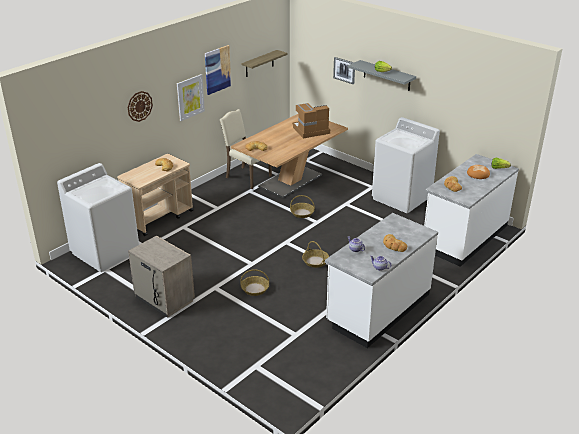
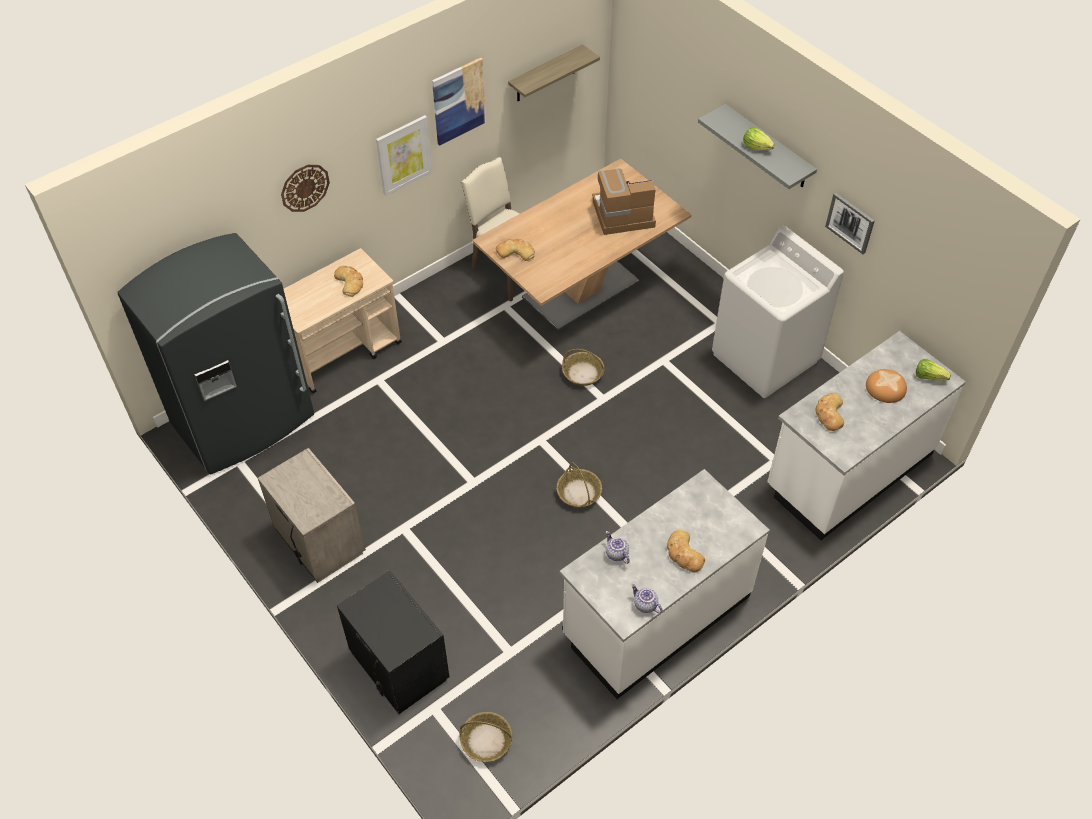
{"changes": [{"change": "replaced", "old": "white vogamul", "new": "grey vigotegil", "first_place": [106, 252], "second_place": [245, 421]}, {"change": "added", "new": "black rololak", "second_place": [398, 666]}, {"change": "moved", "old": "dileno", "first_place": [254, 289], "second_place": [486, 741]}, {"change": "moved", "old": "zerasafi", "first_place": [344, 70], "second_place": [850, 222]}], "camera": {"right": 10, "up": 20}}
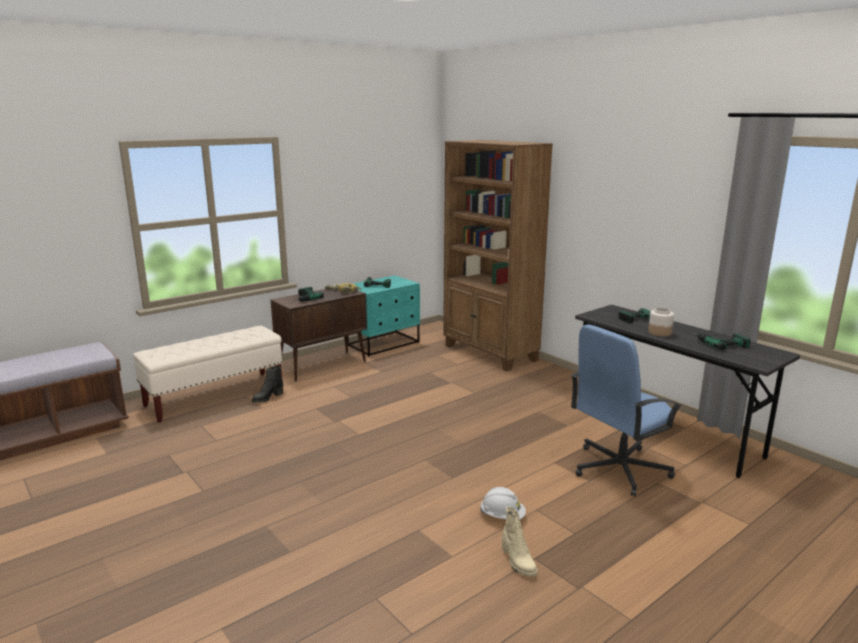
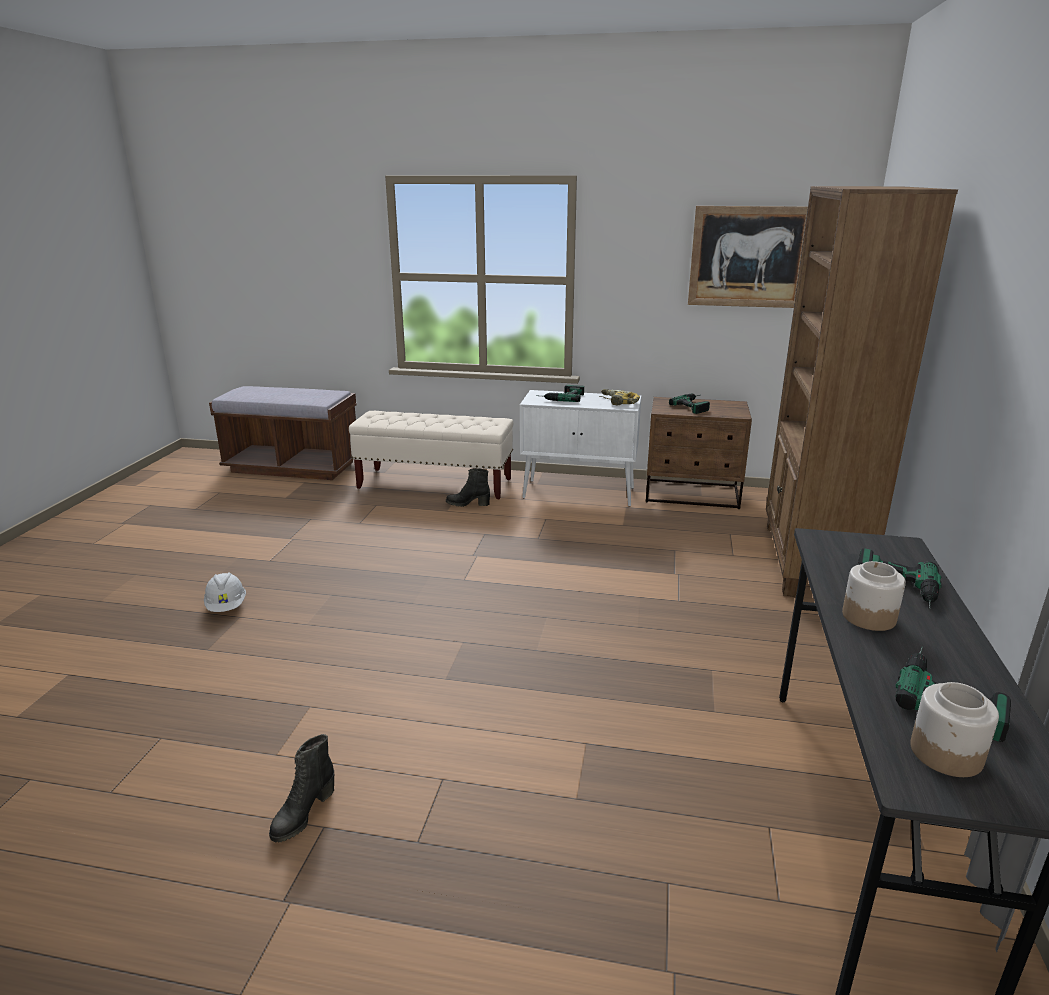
{"changes": [{"change": "moved", "old": "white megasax", "first_place": [502, 516], "second_place": [227, 606]}, {"change": "recoloured", "old": "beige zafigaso", "new": "black zafigaso", "first_place": [517, 562], "second_place": [303, 814]}, {"change": "recoloured", "old": "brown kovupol", "new": "white kovupol", "first_place": [323, 365], "second_place": [580, 493]}, {"change": "recoloured", "old": "turquoise rololak", "new": "brown rololak", "first_place": [384, 344], "second_place": [692, 495]}, {"change": "added", "new": "zerasafi", "second_place": [748, 257]}, {"change": "added", "new": "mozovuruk", "second_place": [947, 754]}, {"change": "removed", "old": "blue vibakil", "first_place": [619, 469]}], "camera": {"right": 50, "up": 5}}
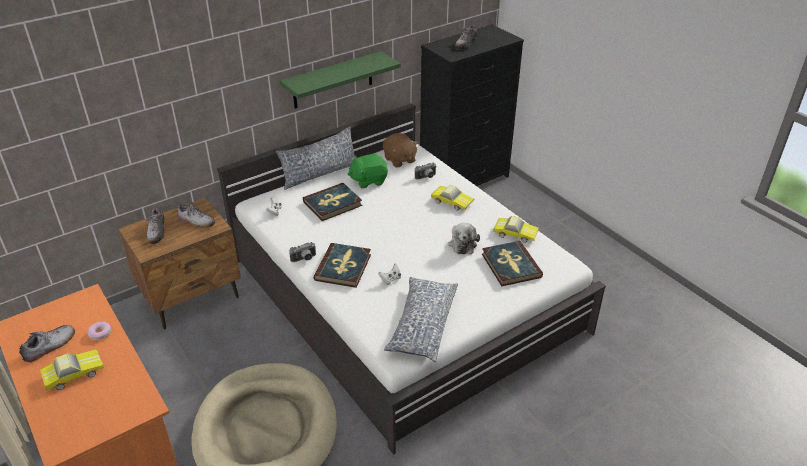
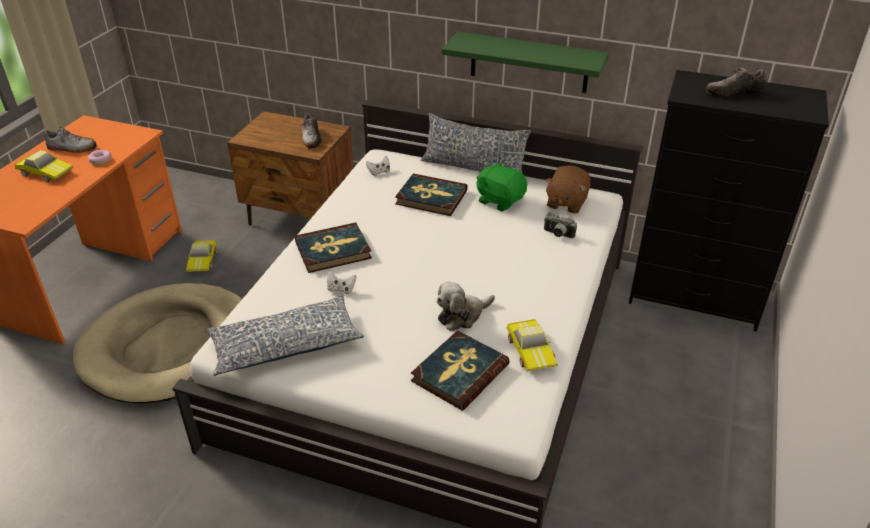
{"changes": [{"change": "moved", "old": "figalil", "first_place": [452, 201], "second_place": [203, 260]}, {"change": "removed", "old": "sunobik", "first_place": [157, 231]}, {"change": "removed", "old": "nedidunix", "first_place": [304, 259]}], "camera": {"right": 55, "up": 0}}
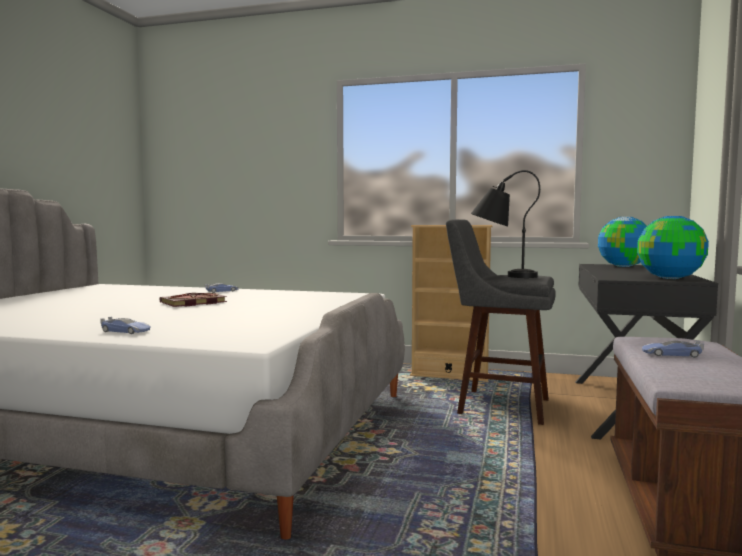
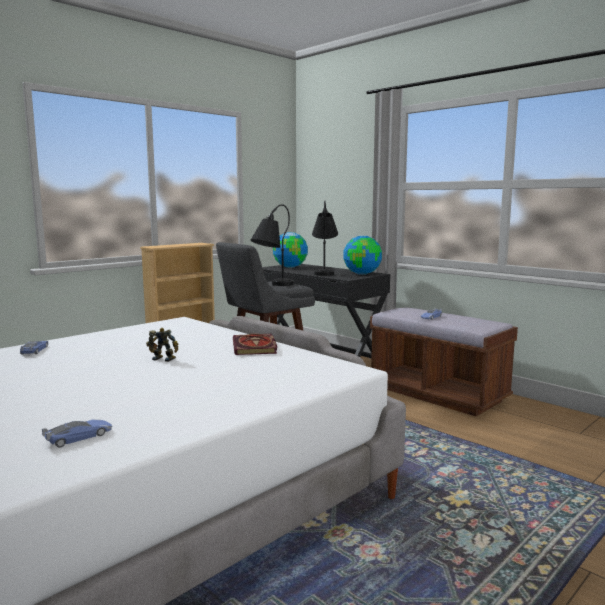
{"changes": [{"change": "moved", "old": "figalil", "first_place": [126, 331], "second_place": [79, 437]}, {"change": "added", "new": "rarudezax", "second_place": [164, 358]}, {"change": "moved", "old": "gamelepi", "first_place": [192, 303], "second_place": [255, 347]}, {"change": "added", "new": "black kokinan", "second_place": [325, 272]}], "camera": {"right": -60, "up": 5}}
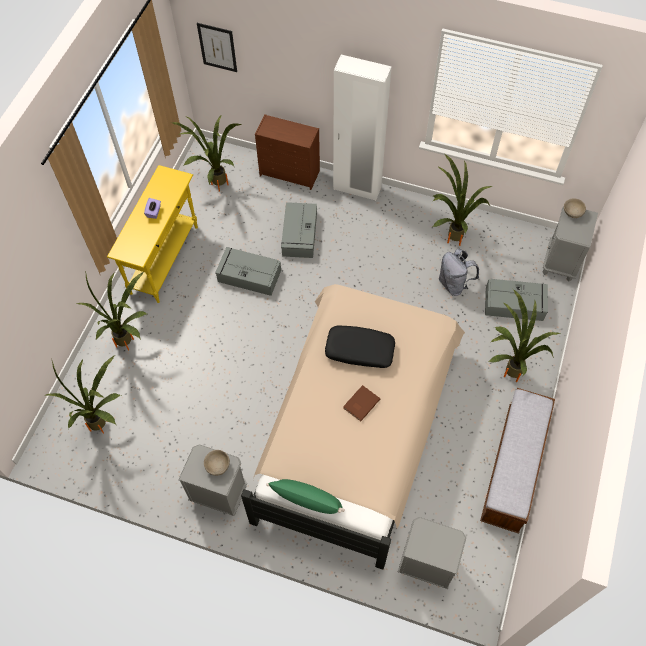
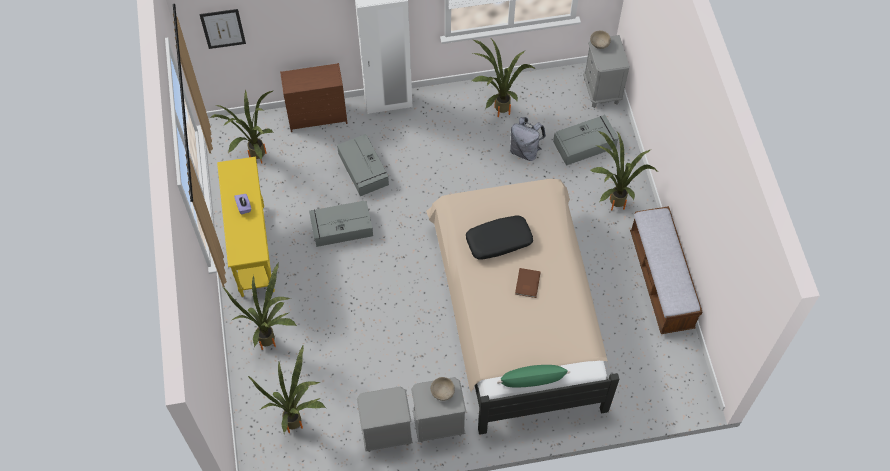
{"changes": [{"change": "moved", "old": "grey rololak", "first_place": [426, 564], "second_place": [386, 433]}], "camera": {"right": -30, "up": 0}}
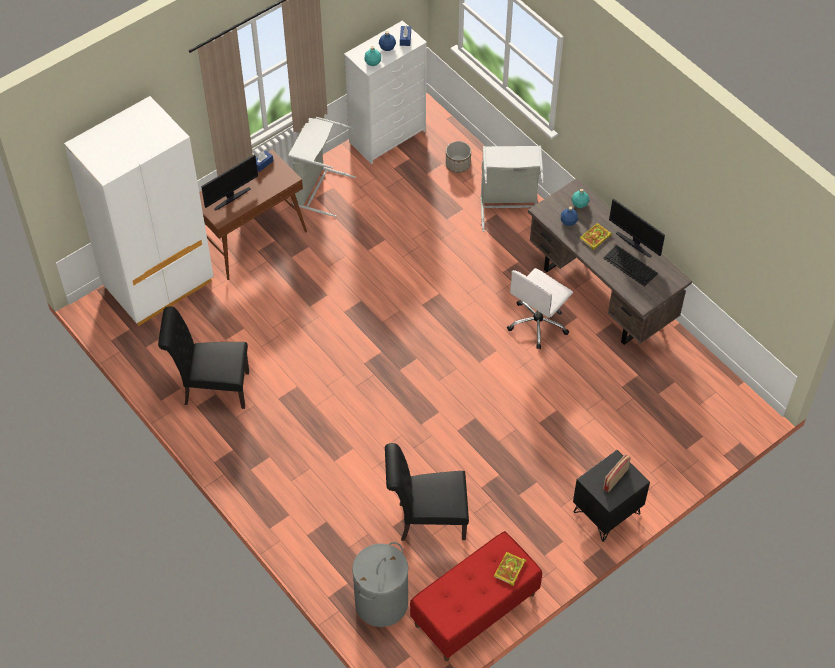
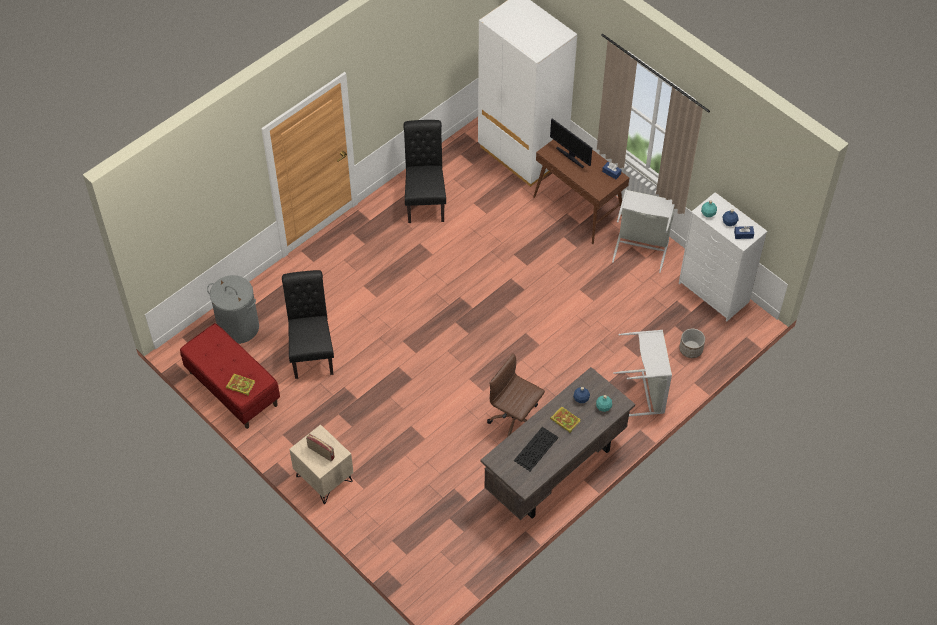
{"changes": [{"change": "recoloured", "old": "black rololak", "new": "beige rololak", "first_place": [607, 513], "second_place": [323, 479]}, {"change": "recoloured", "old": "white vibakil", "new": "brown vibakil", "first_place": [538, 323], "second_place": [515, 421]}, {"change": "removed", "old": "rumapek", "first_place": [634, 244]}], "camera": {"right": 85, "up": 0}}
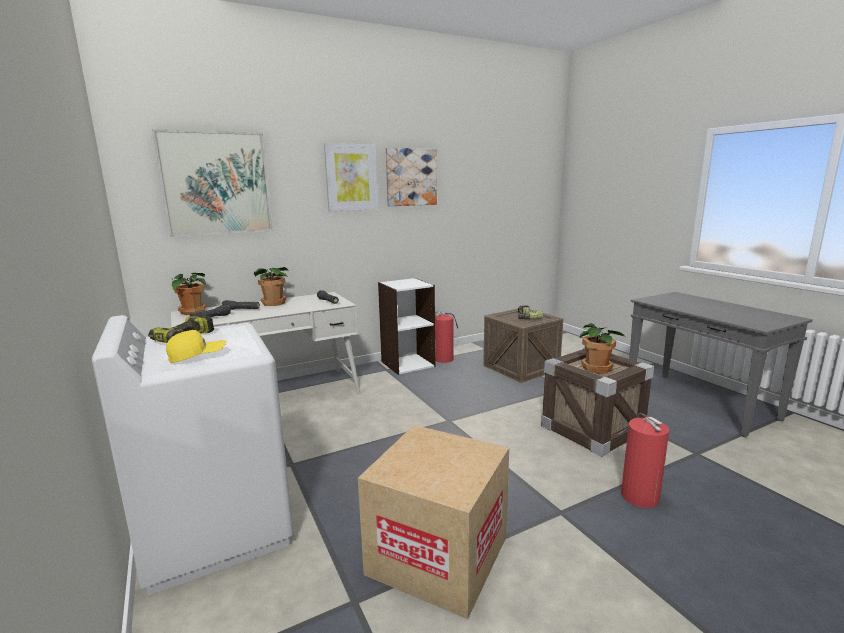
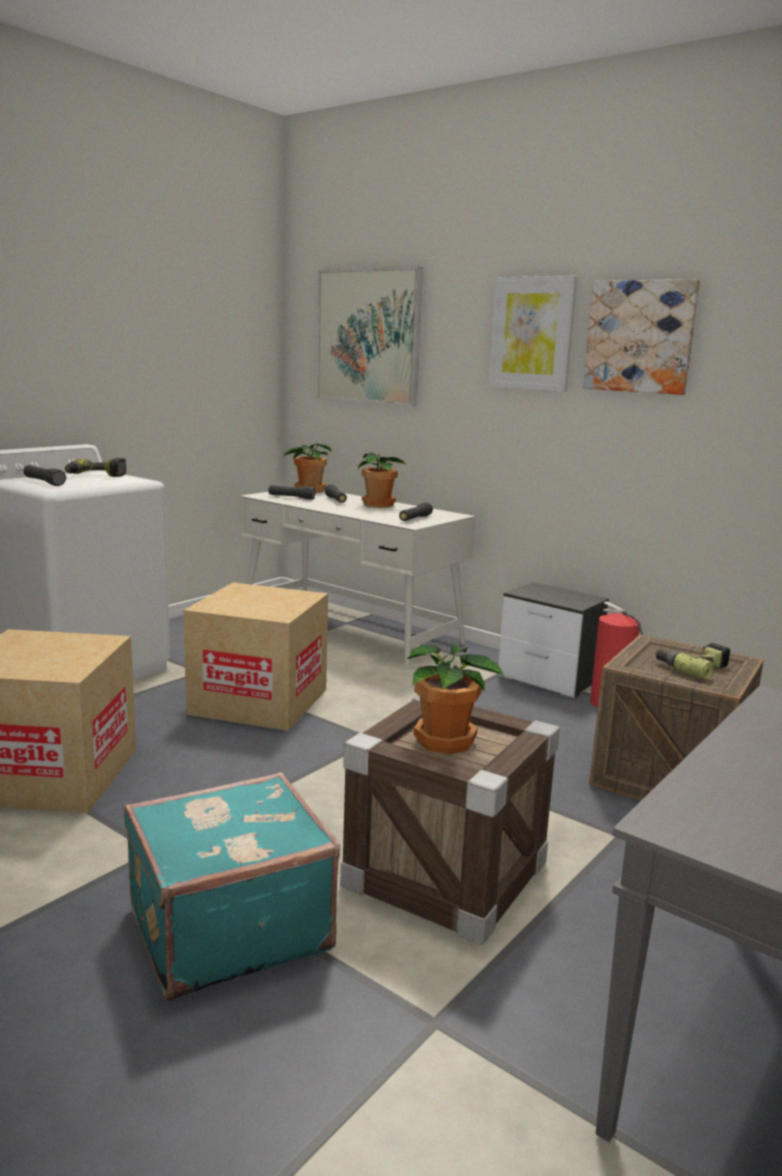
{"changes": [{"change": "replaced", "old": "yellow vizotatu", "new": "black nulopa", "first_place": [197, 356], "second_place": [44, 482]}, {"change": "replaced", "old": "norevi", "new": "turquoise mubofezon", "first_place": [639, 495], "second_place": [227, 927]}, {"change": "added", "new": "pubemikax", "second_place": [259, 701]}, {"change": "replaced", "old": "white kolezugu", "new": "rololak", "first_place": [407, 364], "second_place": [549, 680]}], "camera": {"right": 65, "up": 0}}
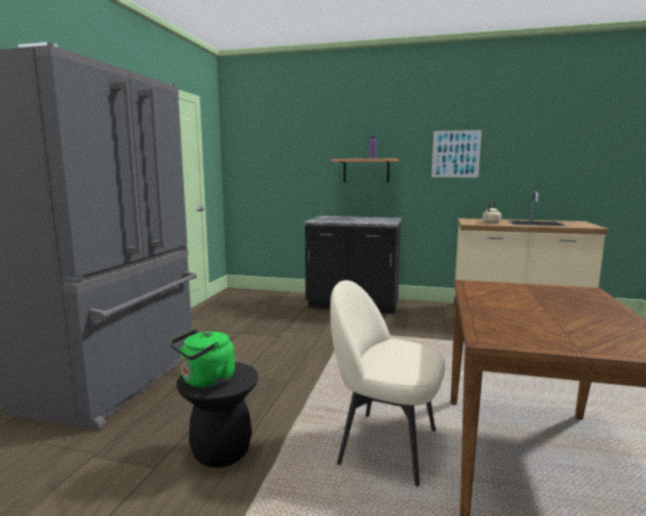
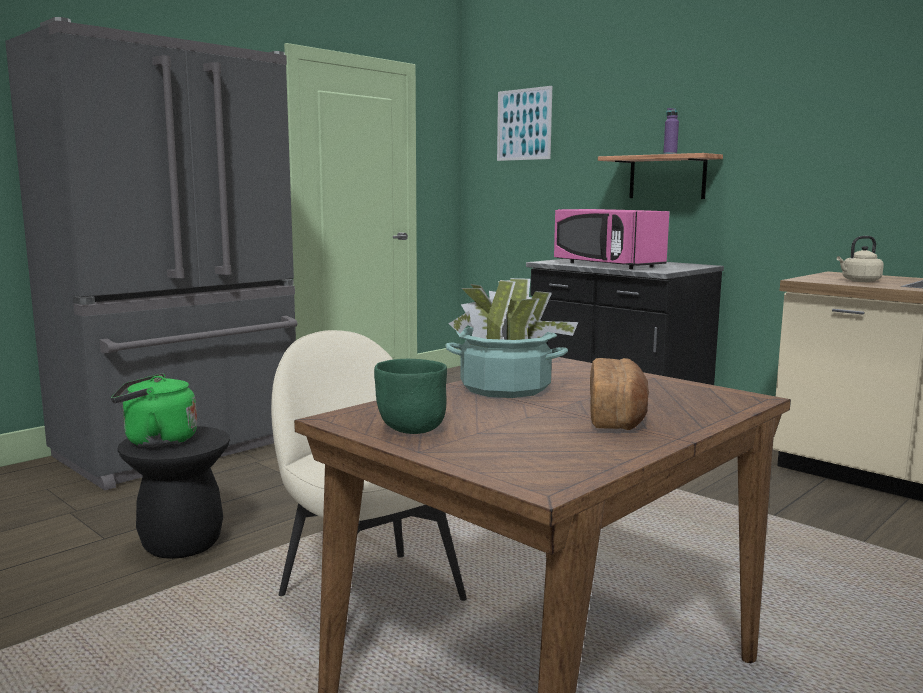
{"changes": [{"change": "added", "new": "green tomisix", "second_place": [411, 430]}, {"change": "added", "new": "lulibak", "second_place": [505, 388]}, {"change": "moved", "old": "zerasafi", "first_place": [456, 154], "second_place": [524, 124]}, {"change": "added", "new": "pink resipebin", "second_place": [605, 265]}, {"change": "added", "new": "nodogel", "second_place": [617, 416]}], "camera": {"right": 30, "up": 0}}
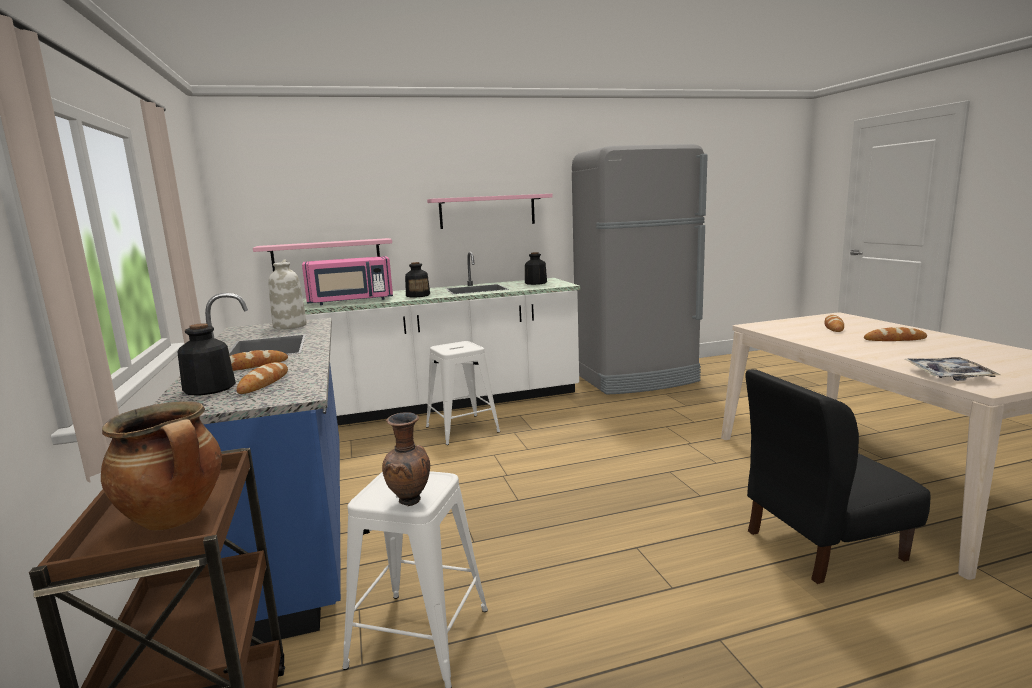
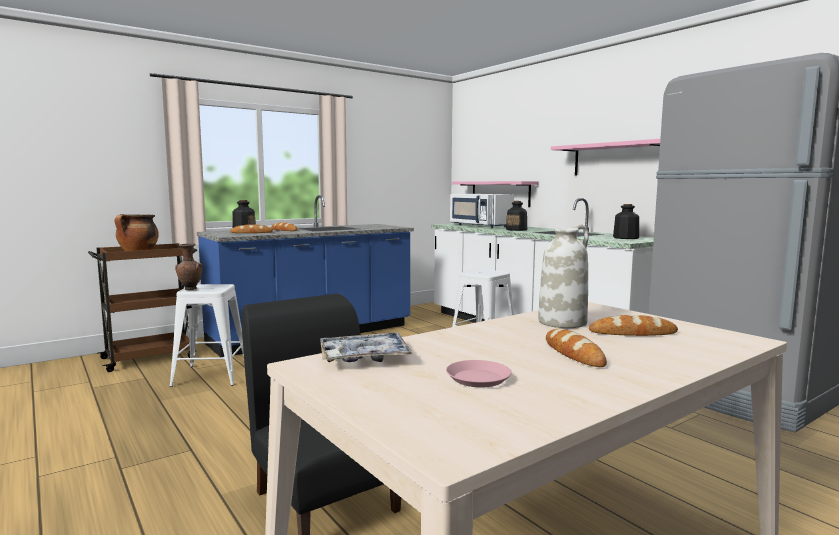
{"changes": [{"change": "added", "new": "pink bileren", "second_place": [477, 378]}, {"change": "recoloured", "old": "pink resipebin", "new": "white resipebin", "first_place": [350, 301], "second_place": [479, 226]}, {"change": "moved", "old": "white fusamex", "first_place": [289, 326], "second_place": [562, 322]}], "camera": {"right": 70, "up": -5}}
